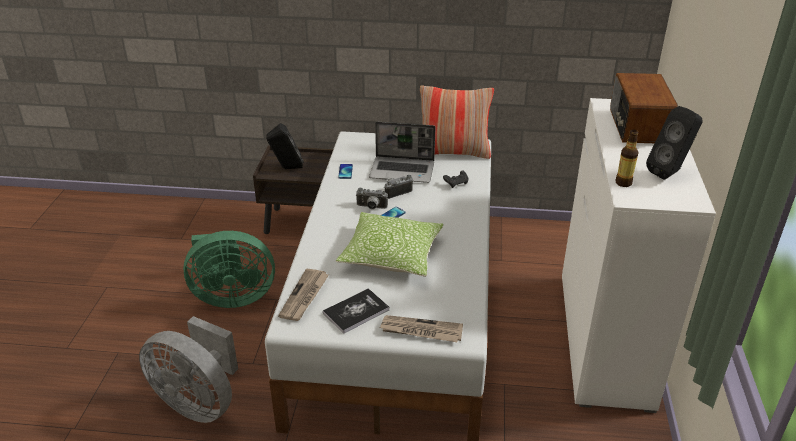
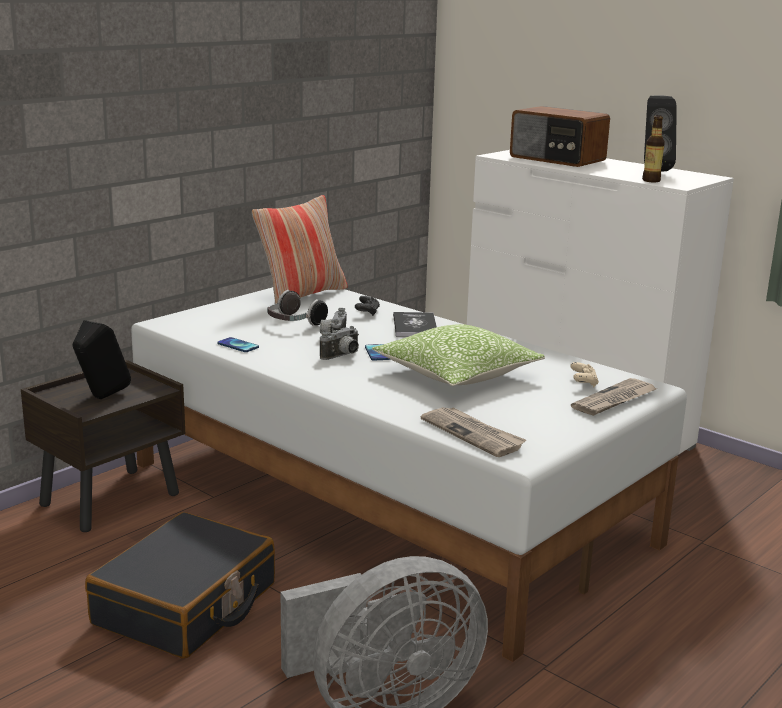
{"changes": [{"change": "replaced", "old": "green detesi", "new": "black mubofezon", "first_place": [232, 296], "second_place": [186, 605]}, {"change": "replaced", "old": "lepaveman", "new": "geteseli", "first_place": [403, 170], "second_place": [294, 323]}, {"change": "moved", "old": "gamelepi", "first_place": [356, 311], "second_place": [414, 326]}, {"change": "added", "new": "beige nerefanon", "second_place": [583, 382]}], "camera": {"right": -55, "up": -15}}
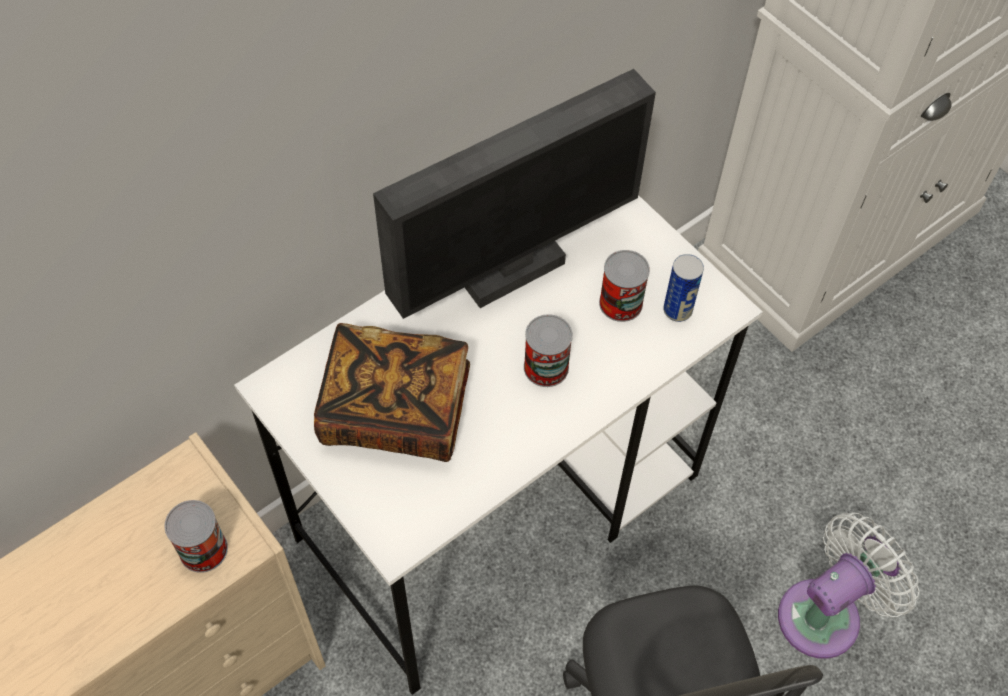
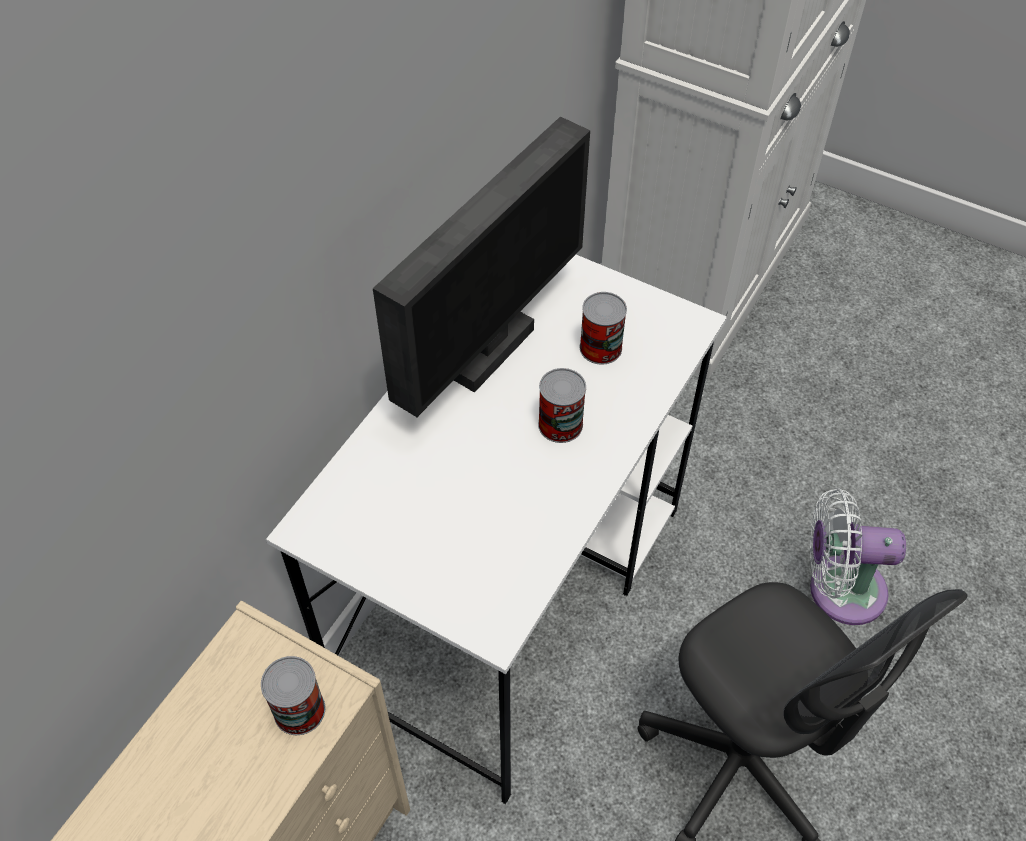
{"changes": [{"change": "turned", "old": "white detesi", "first_place": [826, 613], "second_place": [838, 589], "degrees": -120}, {"change": "removed", "old": "gamelepi", "first_place": [396, 410]}, {"change": "removed", "old": "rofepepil", "first_place": [677, 310]}], "camera": {"right": -20, "up": -5}}
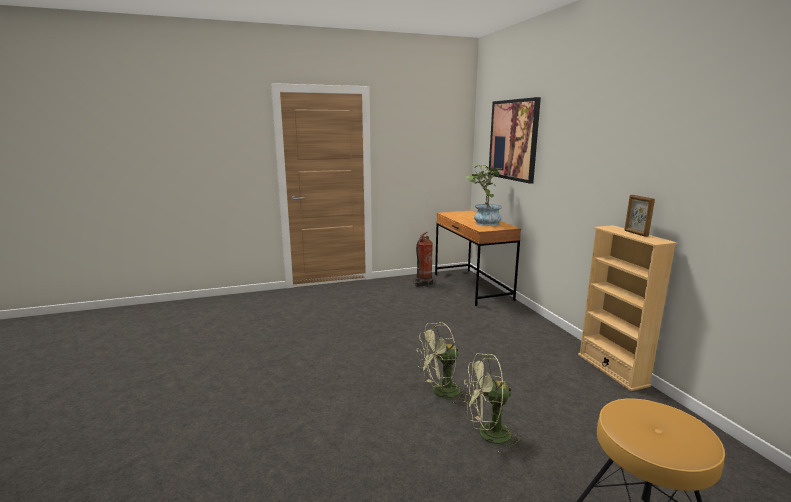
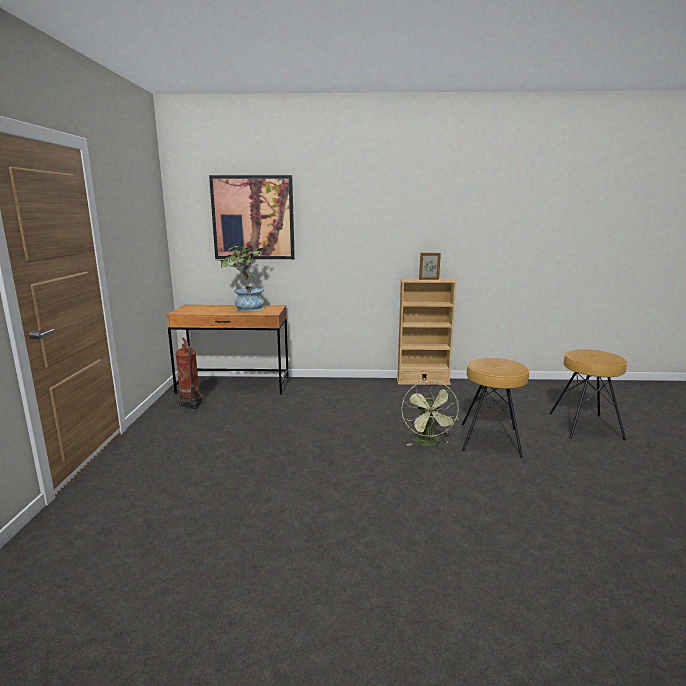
{"changes": [{"change": "replaced", "old": "green detesi", "new": "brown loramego", "first_place": [487, 435], "second_place": [490, 439]}], "camera": {"right": -70, "up": 0}}
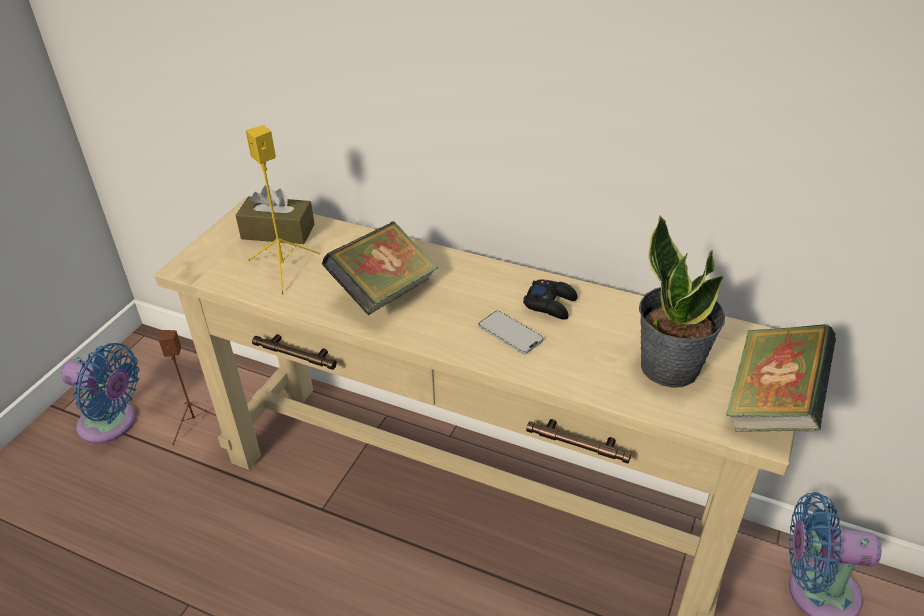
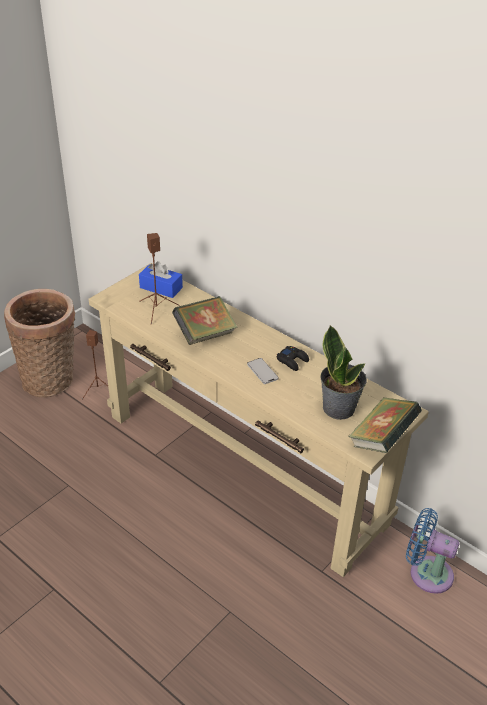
{"changes": [{"change": "replaced", "old": "blue detesi", "new": "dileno", "first_place": [112, 424], "second_place": [51, 379]}, {"change": "recoloured", "old": "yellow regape", "new": "brown regape", "first_place": [284, 269], "second_place": [156, 310]}, {"change": "recoloured", "old": "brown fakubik", "new": "blue fakubik", "first_place": [278, 232], "second_place": [161, 288]}], "camera": {"right": 15, "up": 0}}
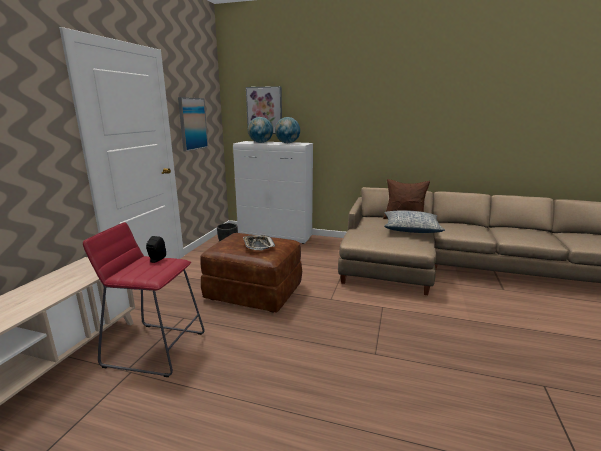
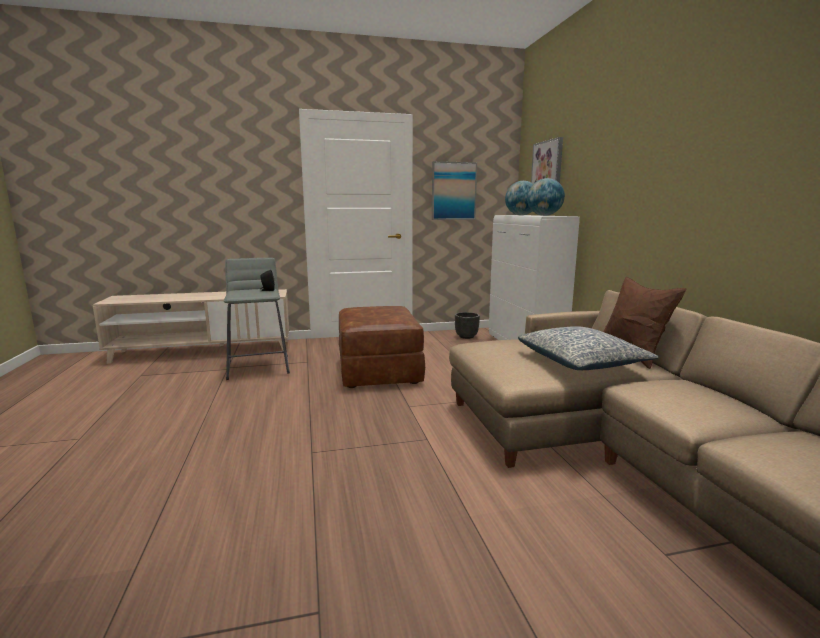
{"changes": [{"change": "recoloured", "old": "red loramego", "new": "grey loramego", "first_place": [155, 348], "second_place": [258, 367]}, {"change": "removed", "old": "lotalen", "first_place": [258, 245]}], "camera": {"right": 60, "up": -5}}
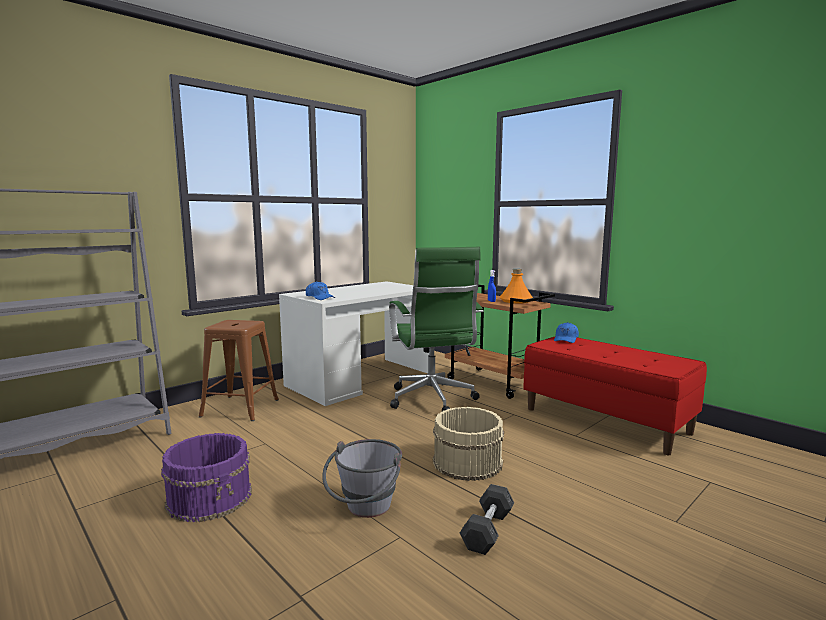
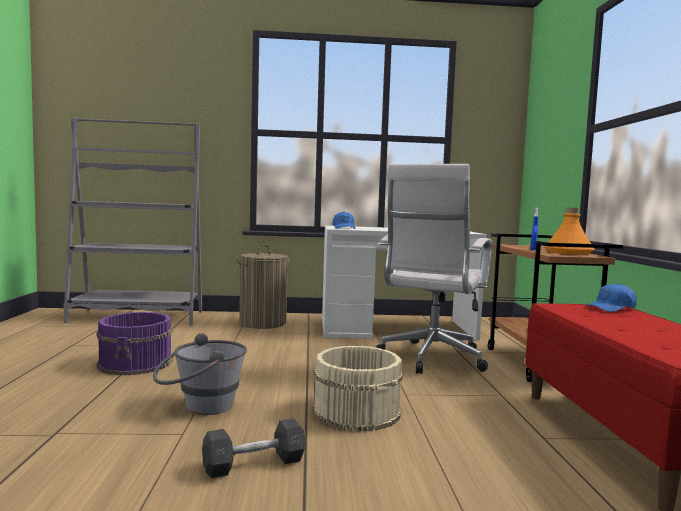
{"changes": [{"change": "replaced", "old": "brown loramego", "new": "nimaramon", "first_place": [240, 407], "second_place": [263, 323]}, {"change": "recoloured", "old": "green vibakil", "new": "white vibakil", "first_place": [432, 400], "second_place": [431, 359]}], "camera": {"right": 40, "up": -5}}
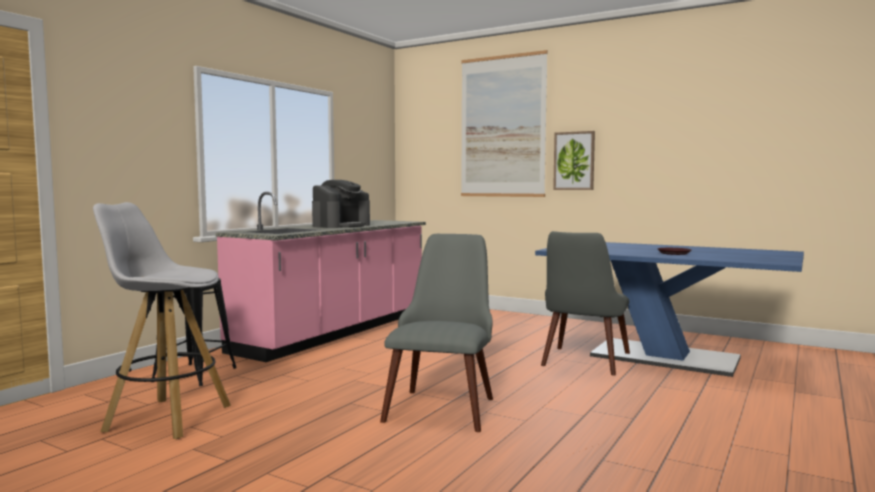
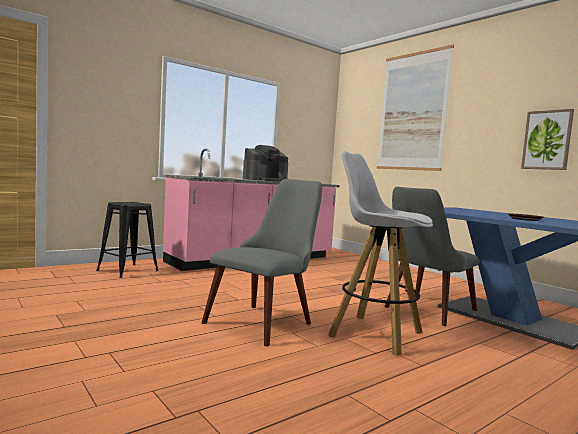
{"changes": [{"change": "moved", "old": "white loramego", "first_place": [166, 418], "second_place": [374, 334]}, {"change": "moved", "old": "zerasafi", "first_place": [574, 161], "second_place": [547, 140]}], "camera": {"right": 20, "up": 0}}
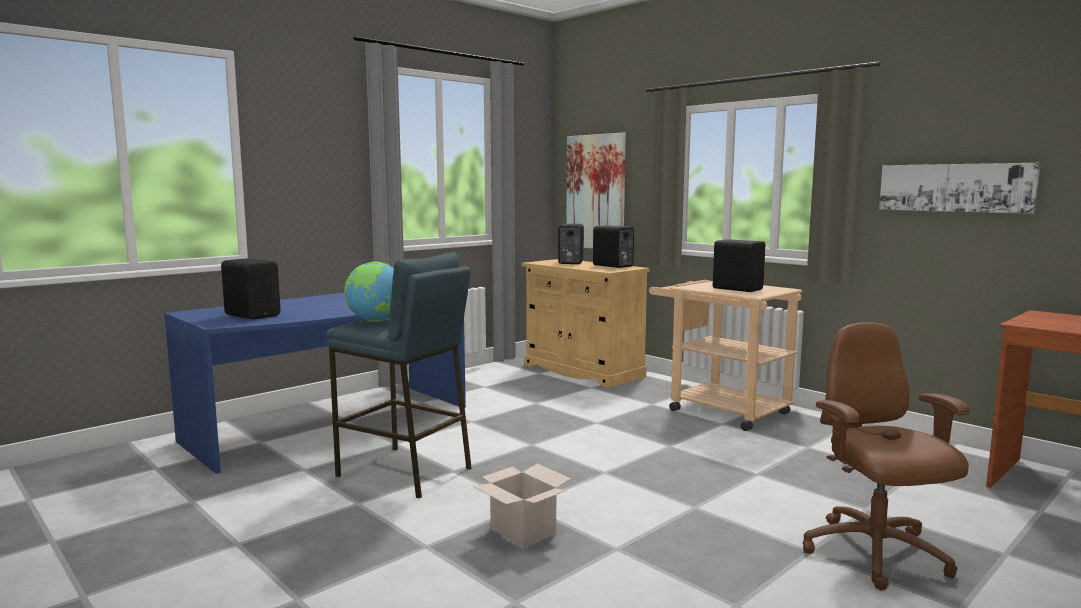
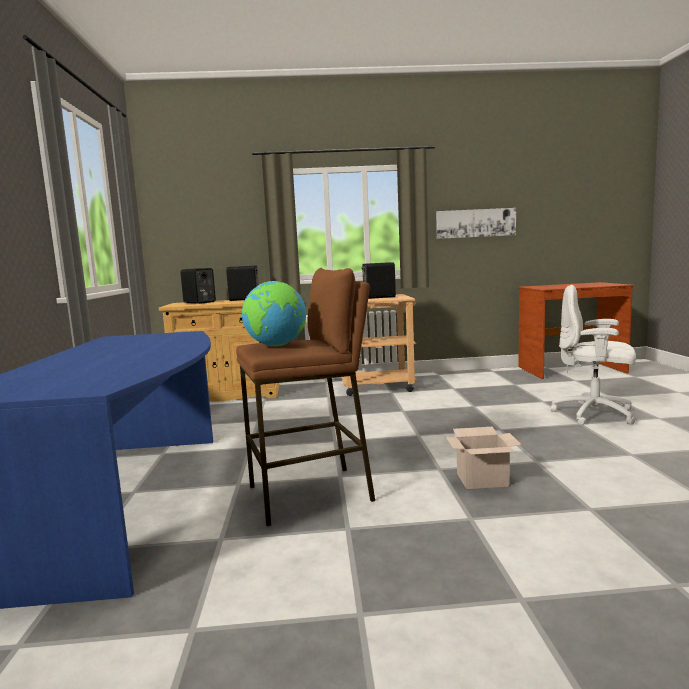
{"changes": [{"change": "recoloured", "old": "blue loramego", "new": "brown loramego", "first_place": [405, 472], "second_place": [311, 494]}, {"change": "recoloured", "old": "brown vibakil", "new": "white vibakil", "first_place": [875, 555], "second_place": [595, 414]}, {"change": "removed", "old": "black regape", "first_place": [253, 315]}, {"change": "removed", "old": "zerasafi", "first_place": [596, 192]}], "camera": {"right": -50, "up": 0}}
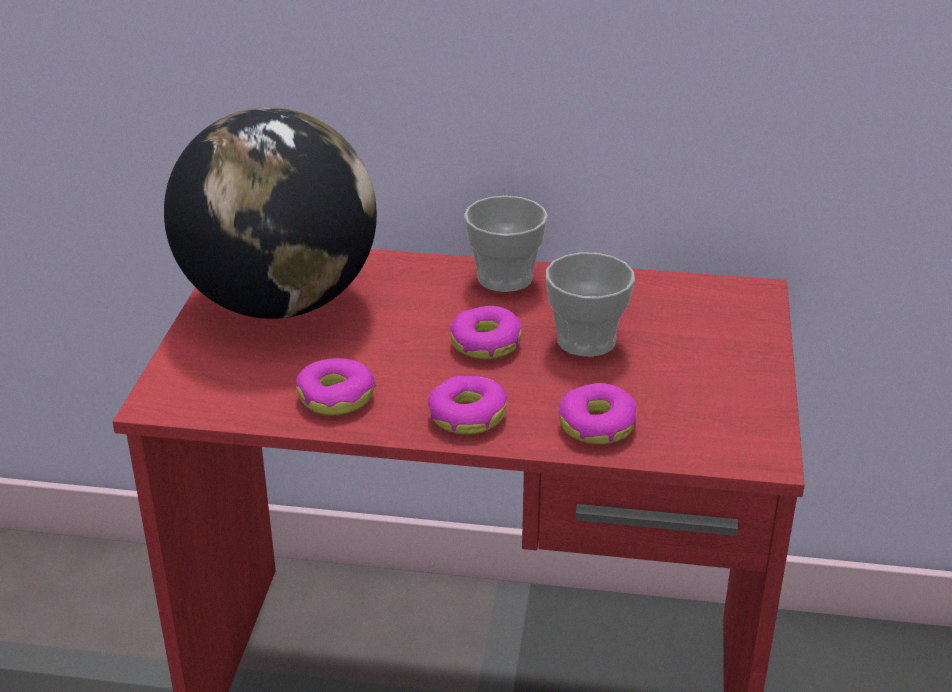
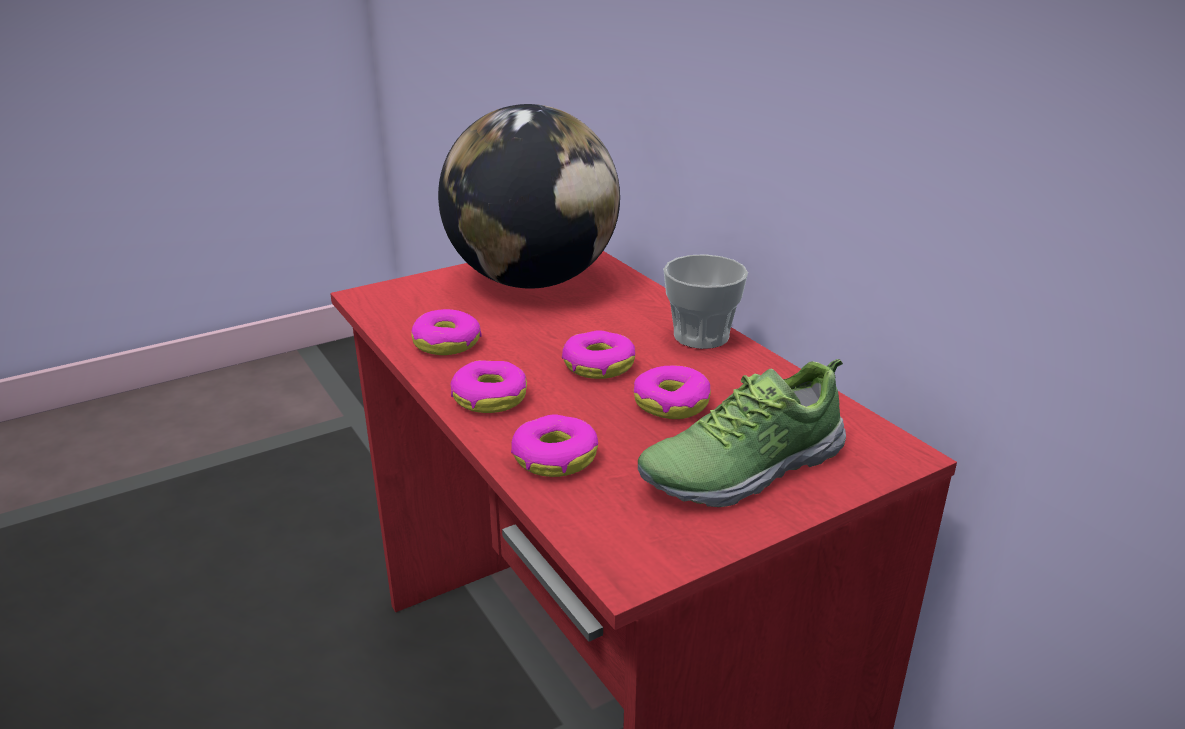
{"changes": [{"change": "replaced", "old": "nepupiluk", "new": "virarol", "first_place": [586, 340], "second_place": [672, 403]}, {"change": "added", "new": "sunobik", "second_place": [741, 467]}], "camera": {"right": 50, "up": -5}}
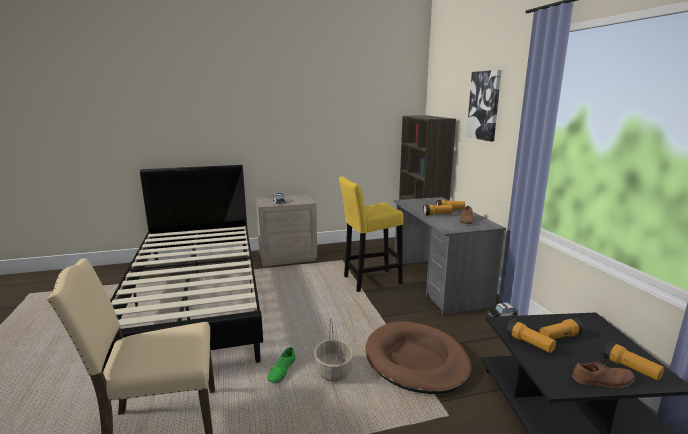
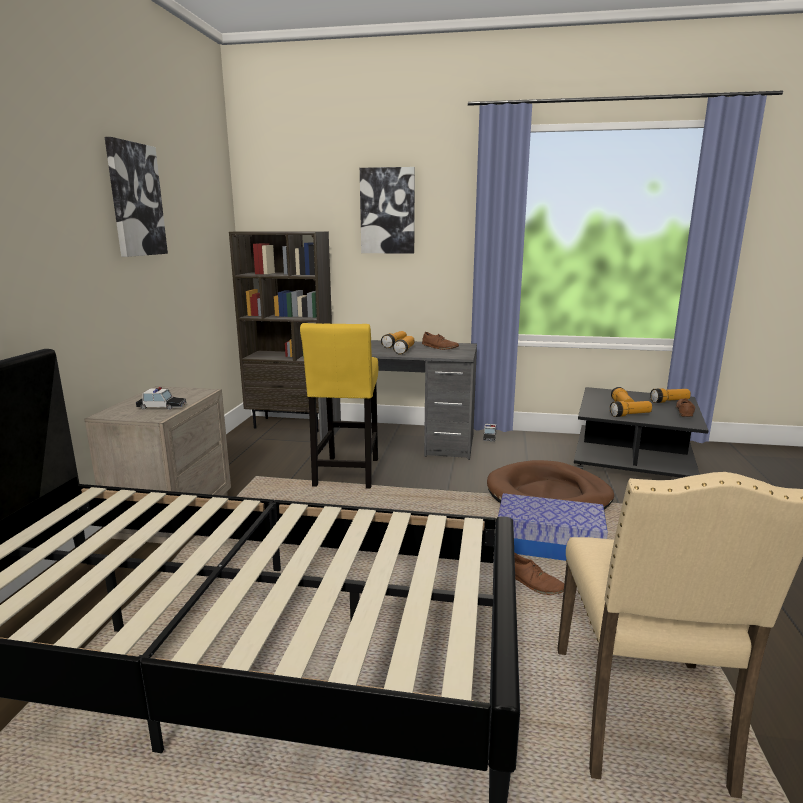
{"changes": [{"change": "added", "new": "zerasafi", "second_place": [135, 200]}, {"change": "replaced", "old": "dileno", "new": "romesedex", "first_place": [334, 371], "second_place": [548, 545]}, {"change": "recoloured", "old": "green sunobik", "new": "brown sunobik", "first_place": [282, 371], "second_place": [533, 582]}], "camera": {"right": -65, "up": 0}}
